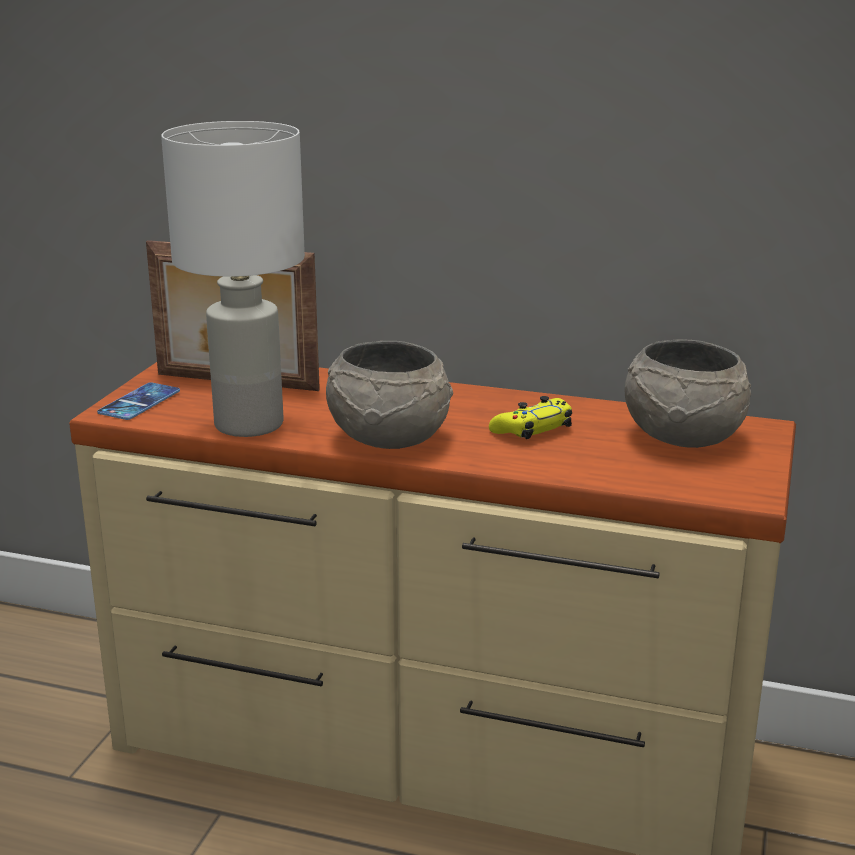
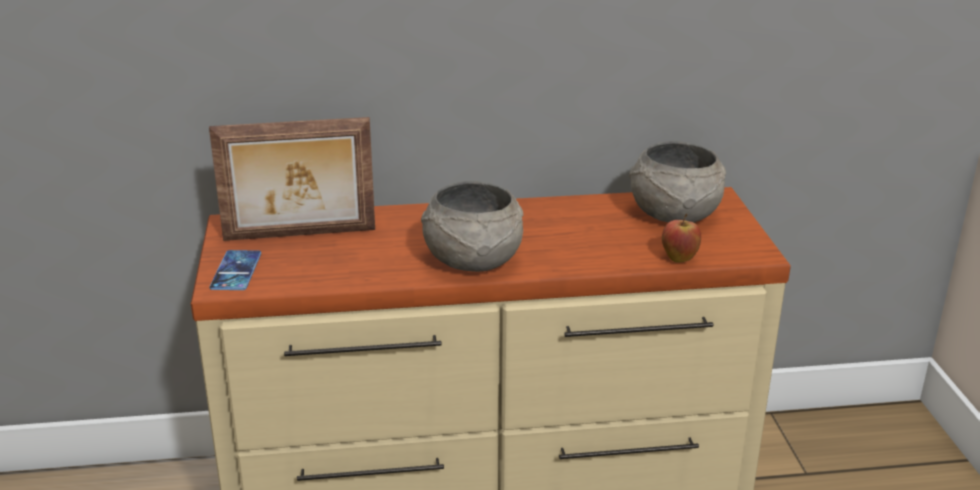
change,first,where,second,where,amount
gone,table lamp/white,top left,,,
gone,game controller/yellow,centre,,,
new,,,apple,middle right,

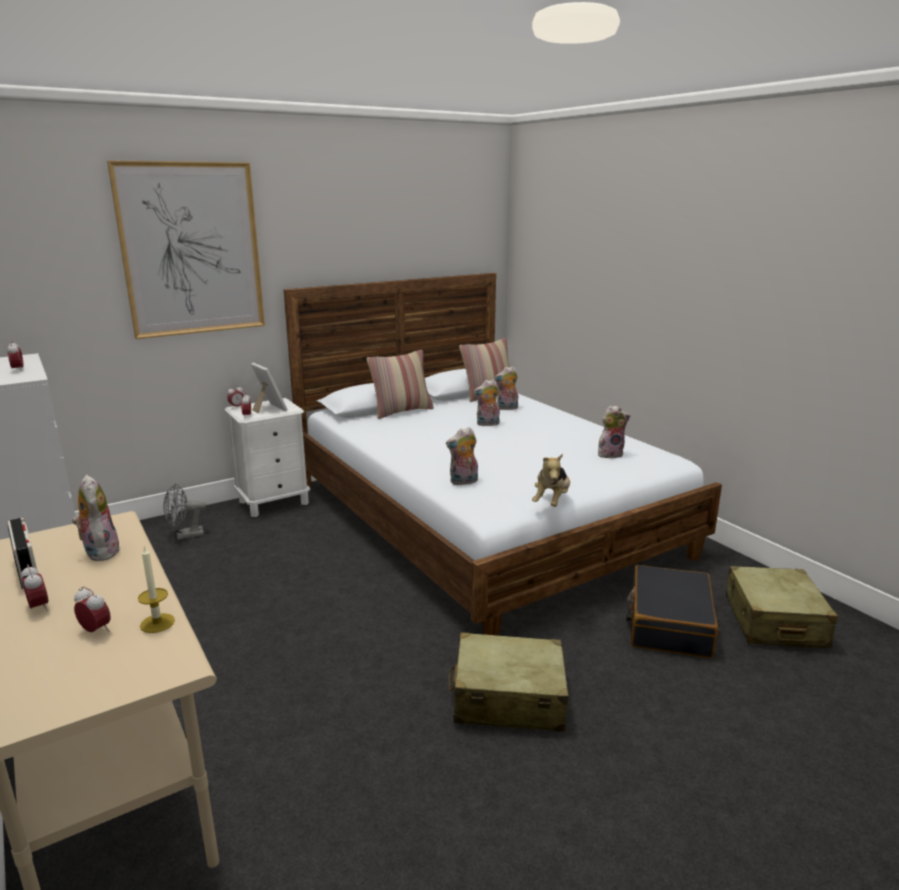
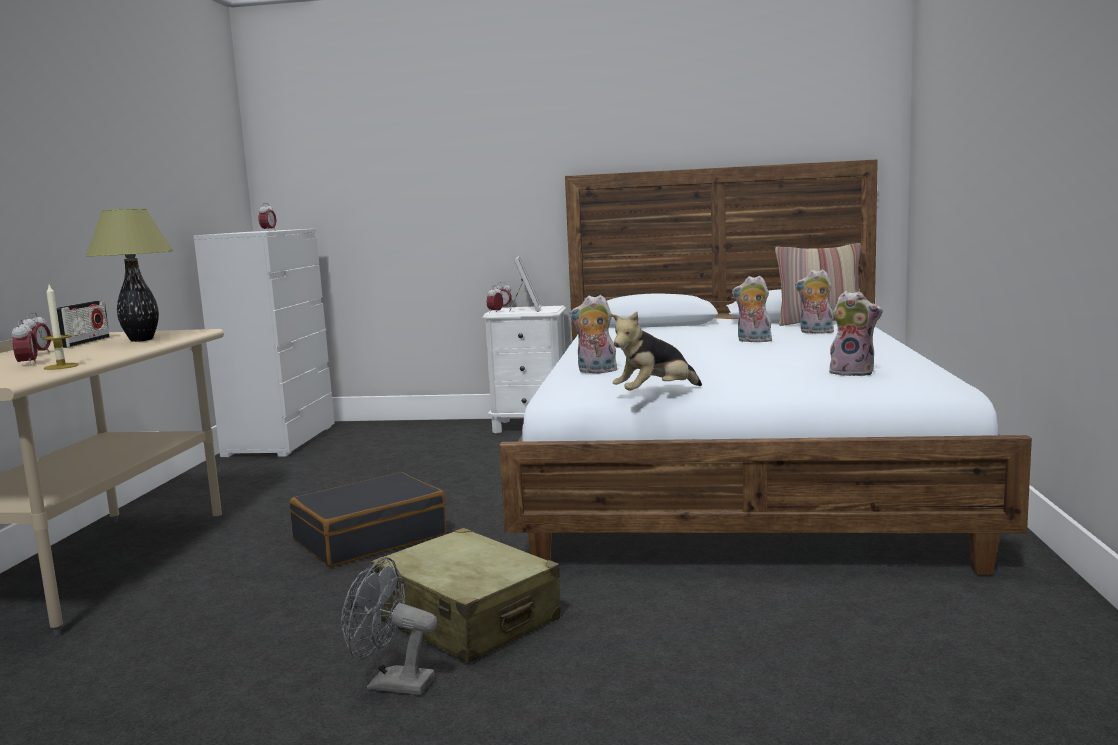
change,first,where,second,where,amount
gone,picture,top left,,,
gone,pillow (no. 1 from left),centre,,,
swapped,plush toy (no. 1 from left),middle left,table lamp,middle left,
shifted,fan/grey,middle left,,bottom centre,
shifted,suitcase/black,bottom right,,bottom left,
gone,suitcase/beige (no. 2 from left),bottom right,,,

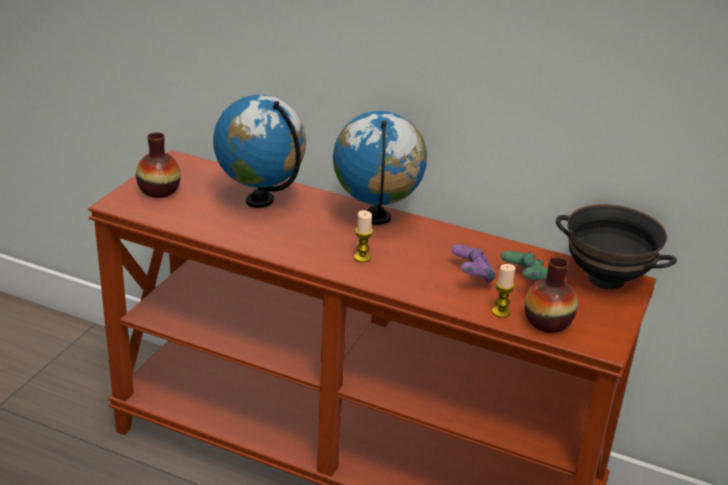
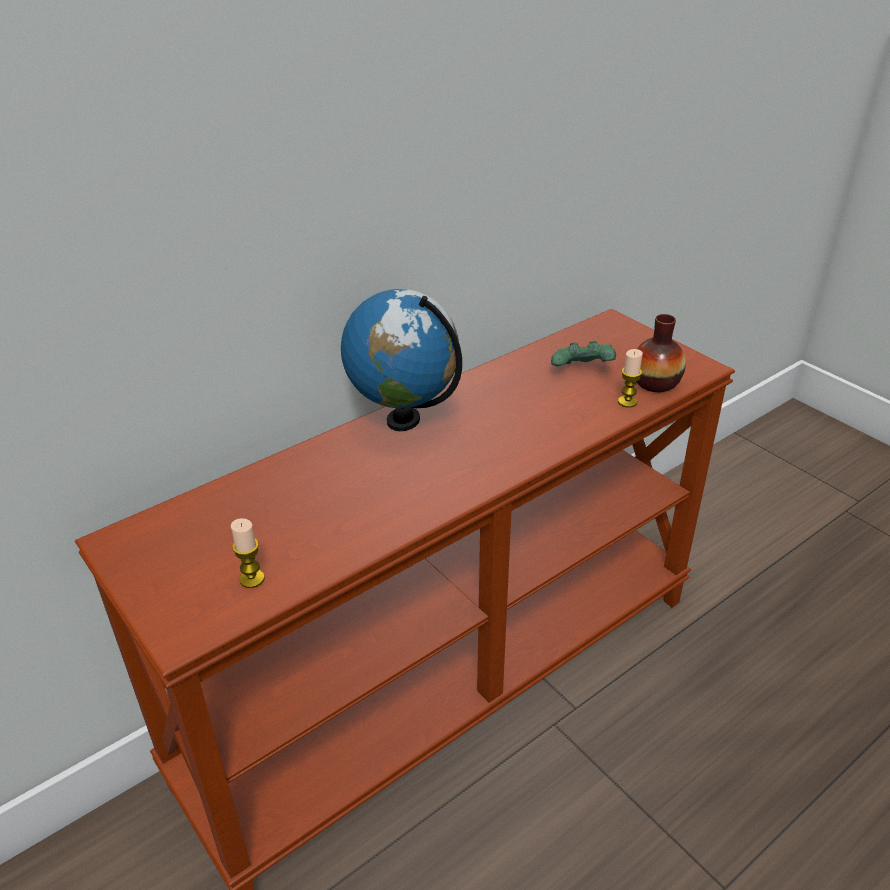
change,first,where,second,where,amount
gone,globe (no. 1 from left),top centre,,,
gone,vase (no. 1 from left),middle left,,,
gone,bowl/black,middle right,,,
shifted,candle (no. 1 from left),centre,,middle left,
gone,game controller/purple,centre,,,

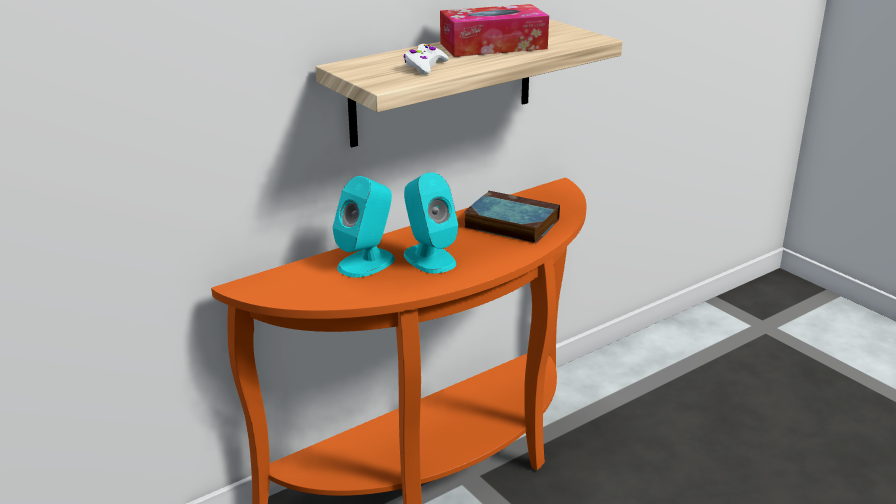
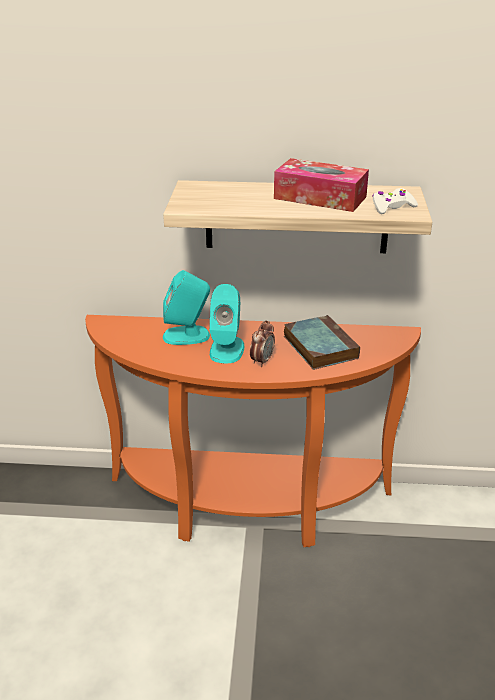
change,first,where,second,where,amount
shifted,game controller/white,top centre,,top right,
new,,,alarm clock,centre,

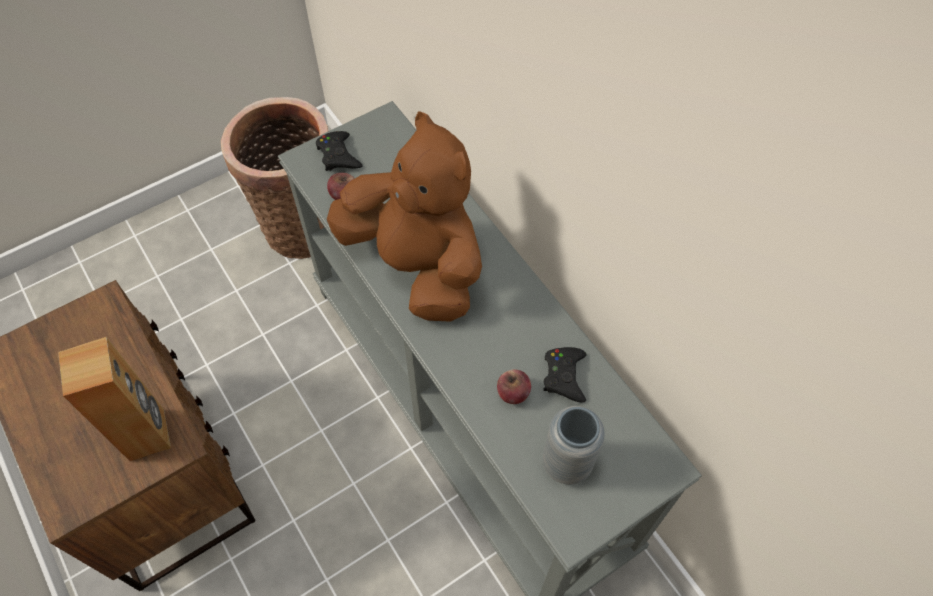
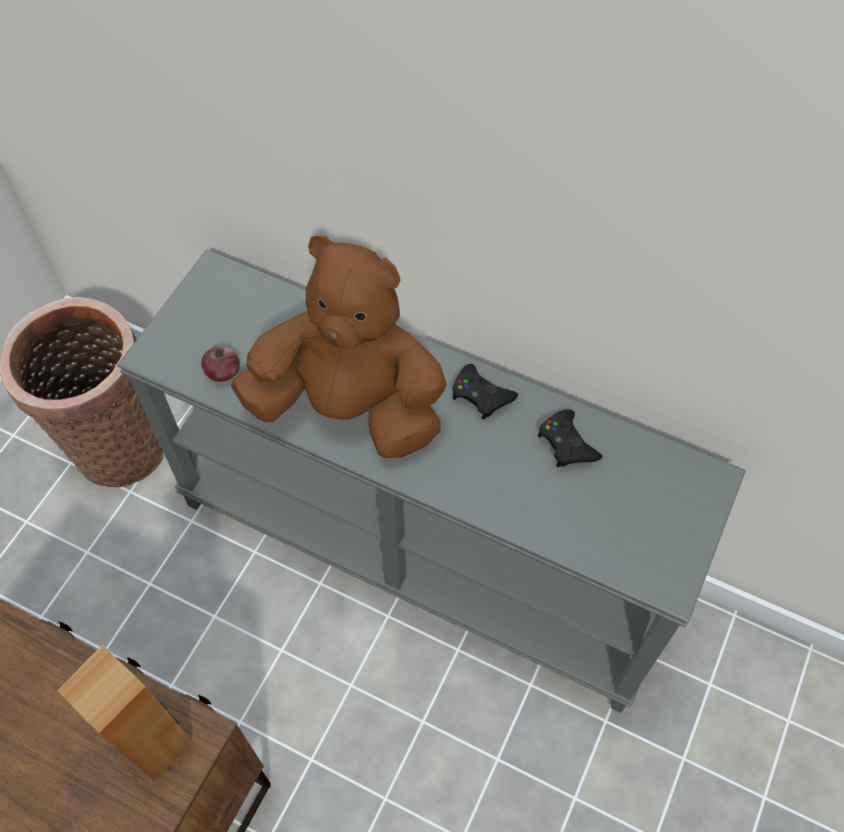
change,first,where,second,where,amount
shifted,game controller/black (no. 1 from left),top centre,,centre,
gone,apple (no. 2 from left),centre,,,
gone,vase/grey,bottom centre,,,

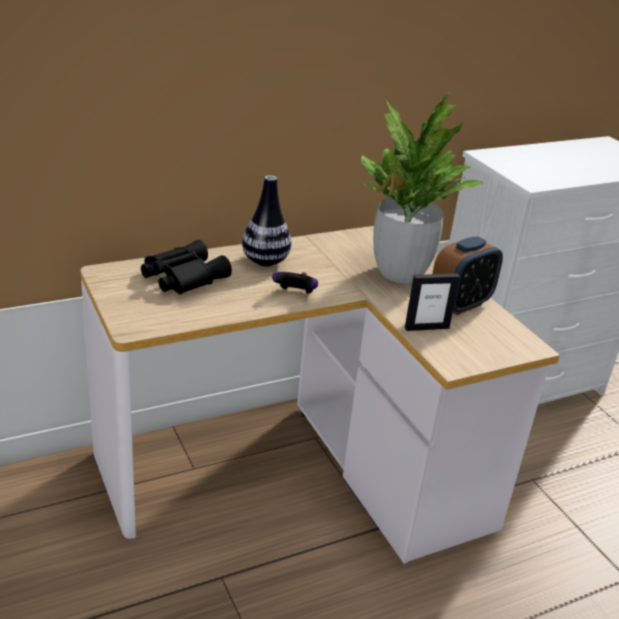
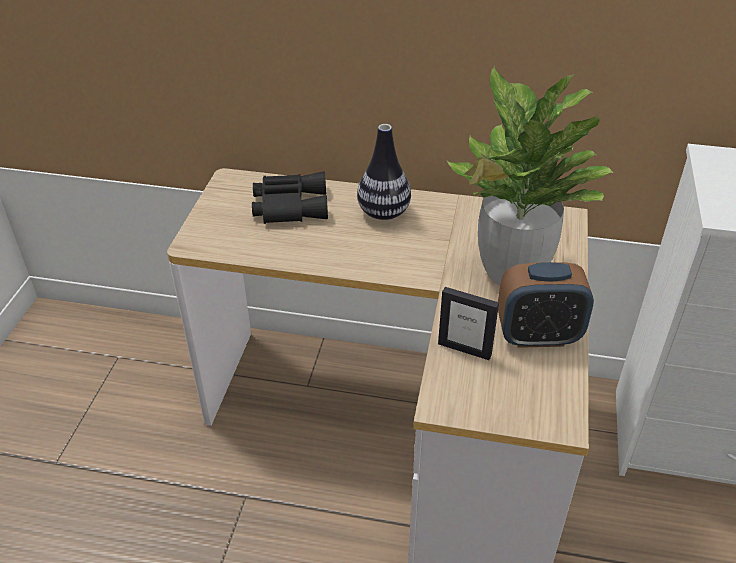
change,first,where,second,where,amount
gone,game controller,centre,,,

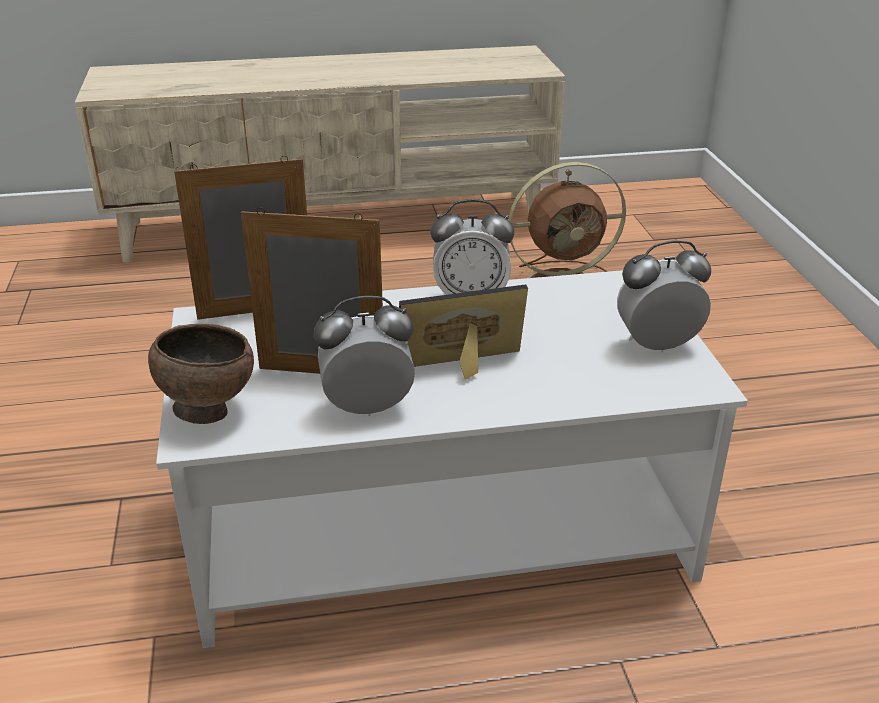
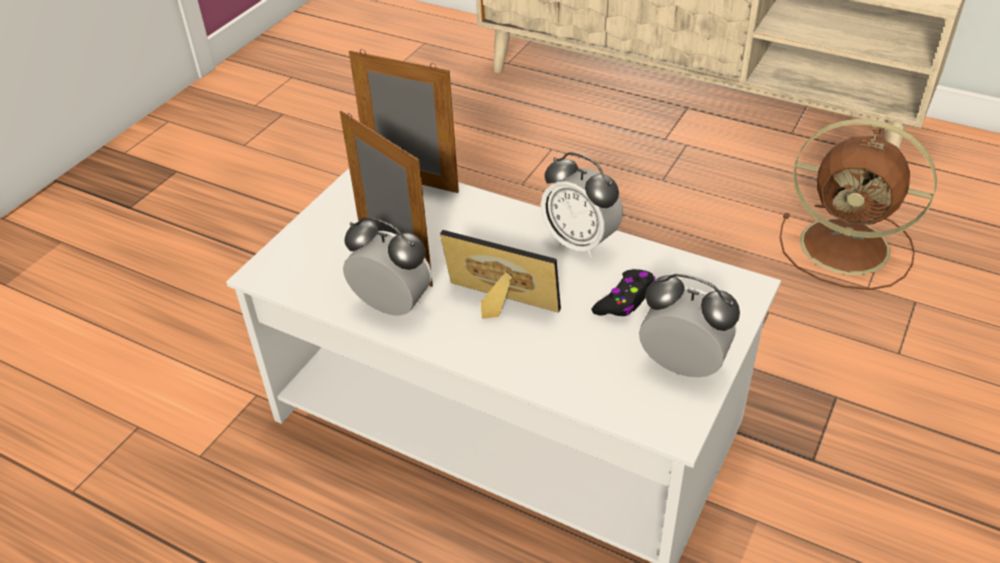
change,first,where,second,where,amount
gone,bowl/brown,middle left,,,
new,,,game controller/black,centre,

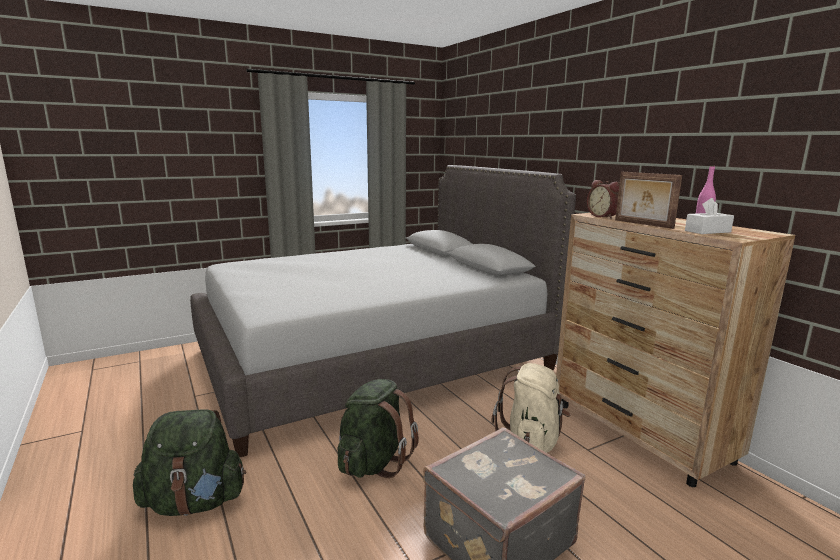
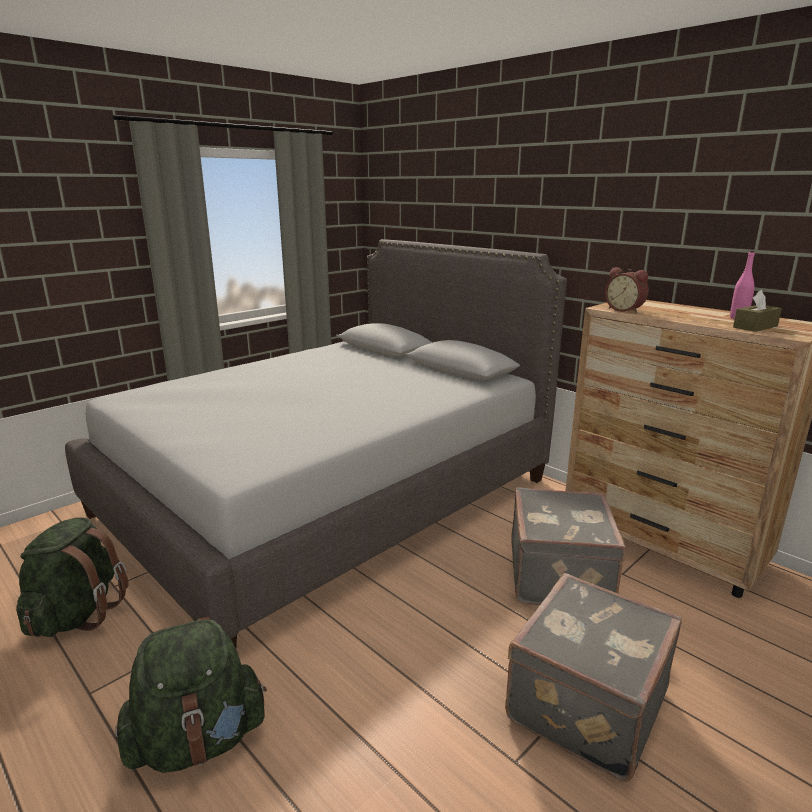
change,first,where,second,where,amount
gone,picture frame,middle right,,,
repainted,tissue box/white,middle right,tissue box/brown,middle right,
swapped,backpack/beige,bottom centre,suitcase/grey (no. 1 from left),bottom right,
shifted,backpack/green (no. 2 from left in the first image),bottom centre,backpack/green (no. 1 from left),bottom left,

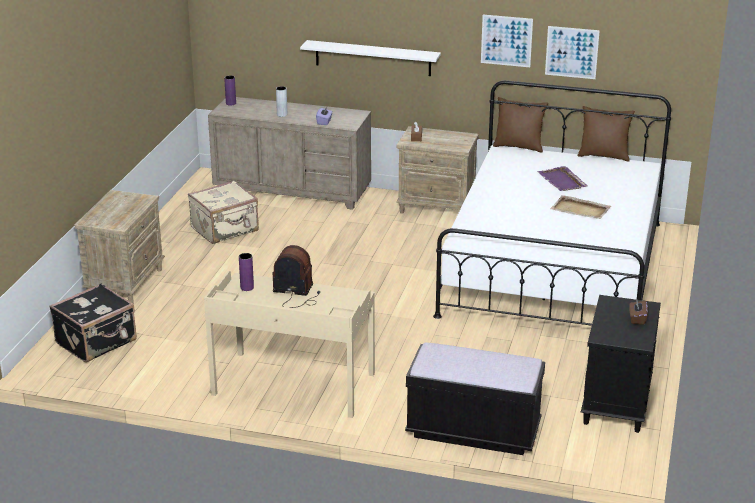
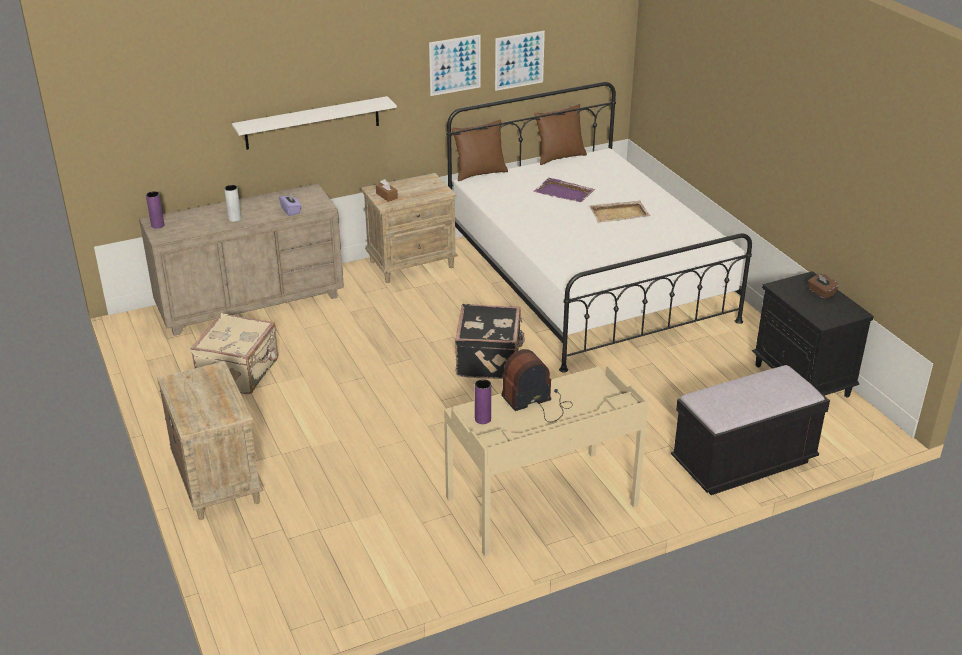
change,first,where,second,where,amount
shifted,suitcase/black,middle left,,centre,

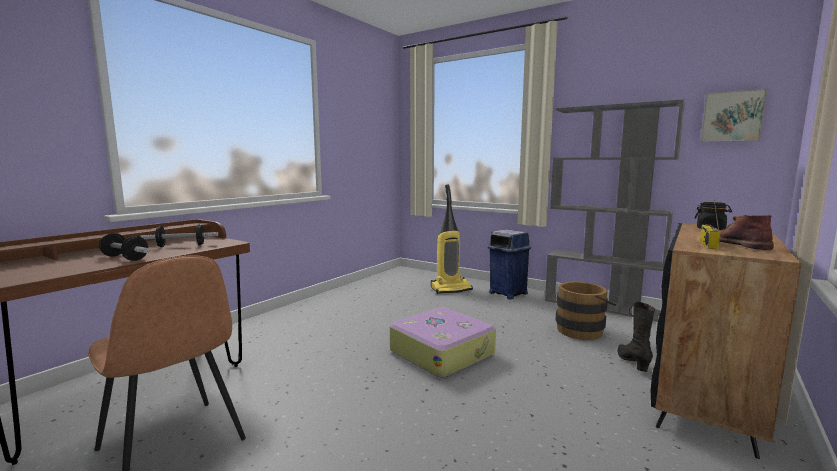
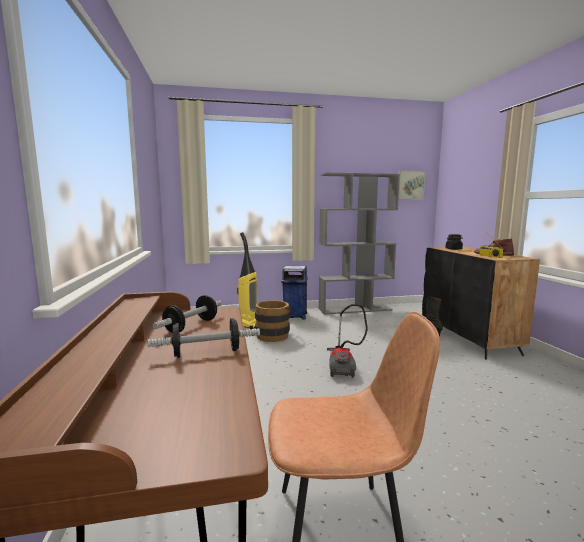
change,first,where,second,where,amount
shifted,bucket/brown,middle right,,centre,
swapped,suitcase,bottom centre,vacuum cleaner (no. 2 from left),centre,

